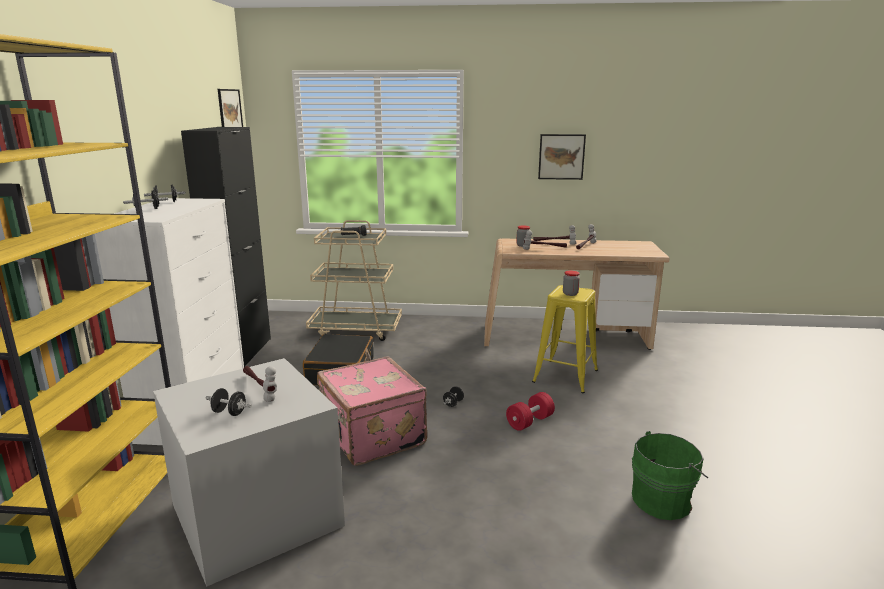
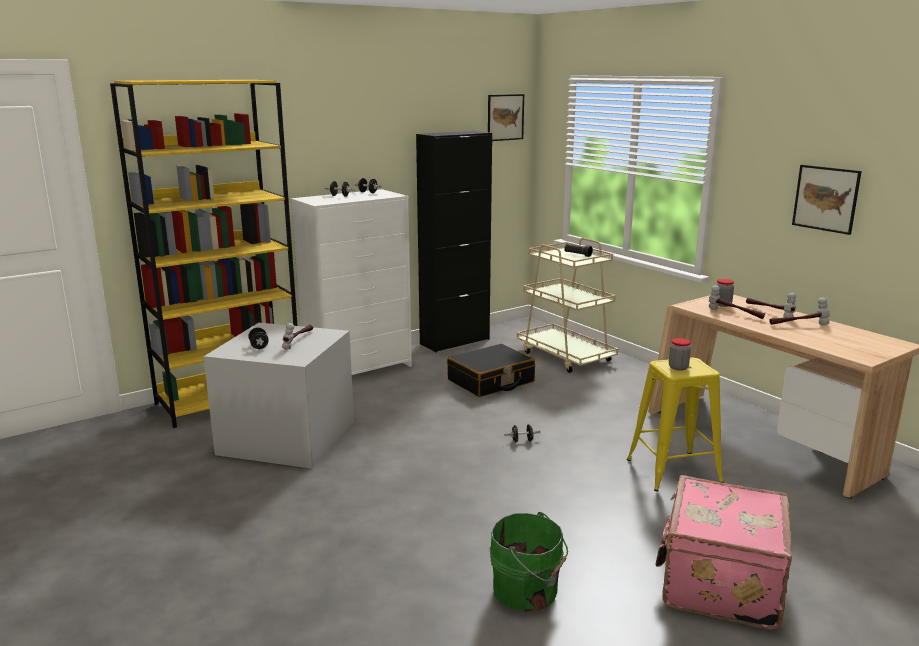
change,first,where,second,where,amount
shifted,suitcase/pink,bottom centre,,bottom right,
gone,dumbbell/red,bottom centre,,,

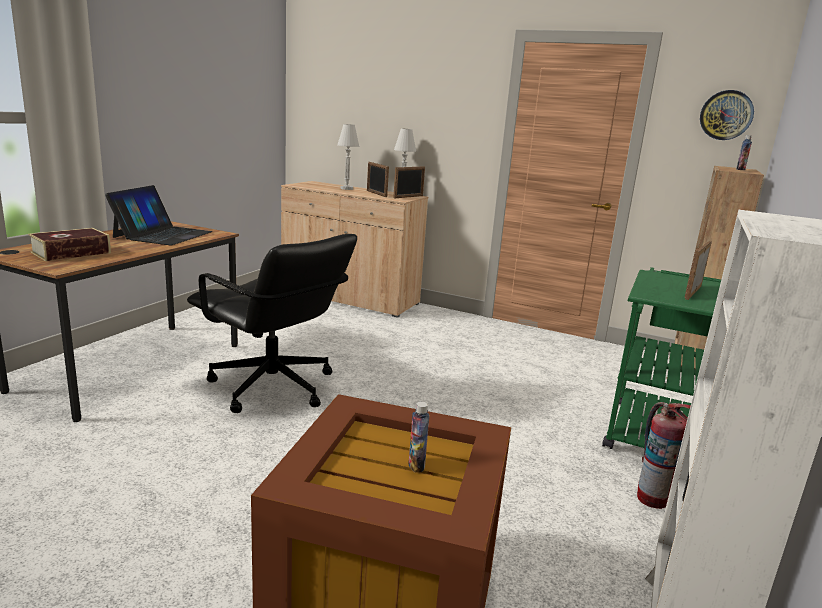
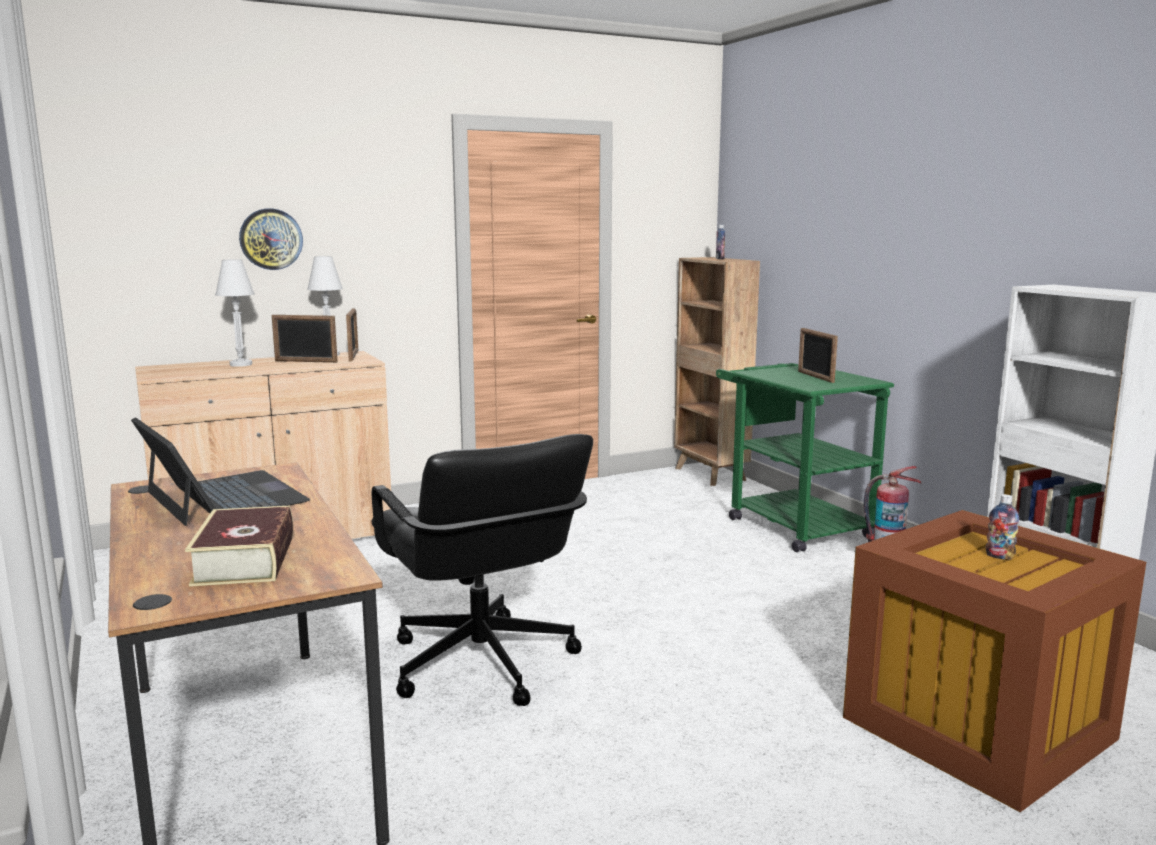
change,first,where,second,where,amount
shifted,wall clock,top right,,top left,
rotated,office chair/black,middle left,,bottom centre,75 degrees clockwise

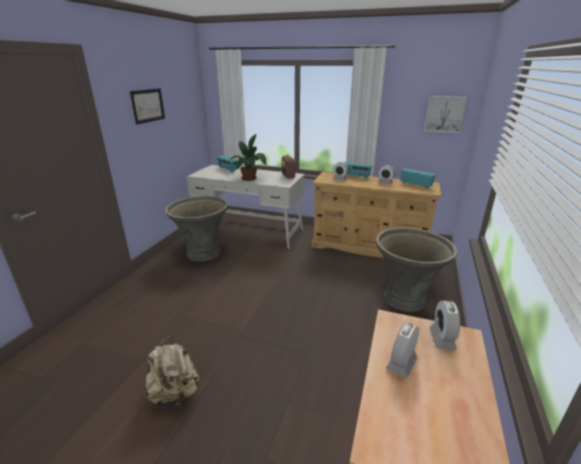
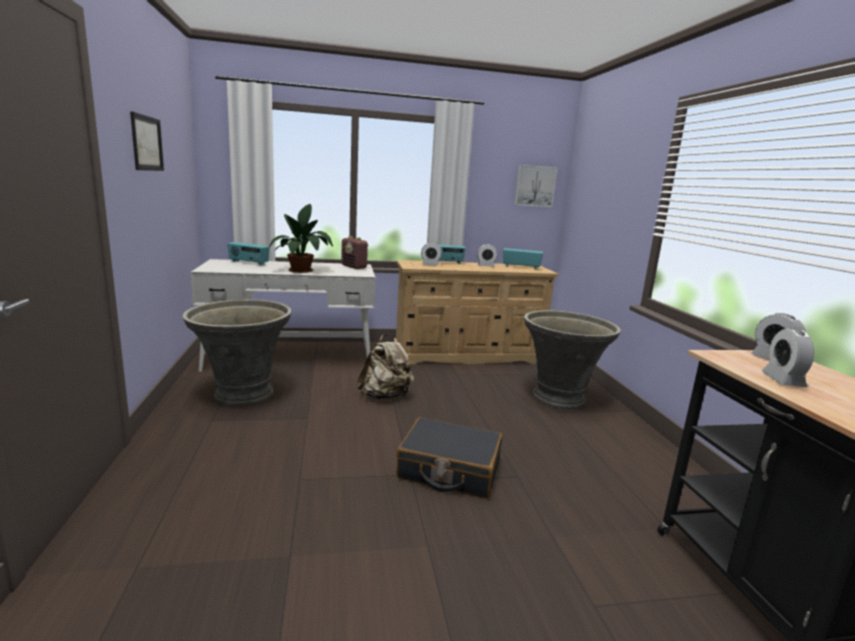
change,first,where,second,where,amount
shifted,backpack/beige,bottom left,,centre,
new,,,suitcase/black,bottom centre,

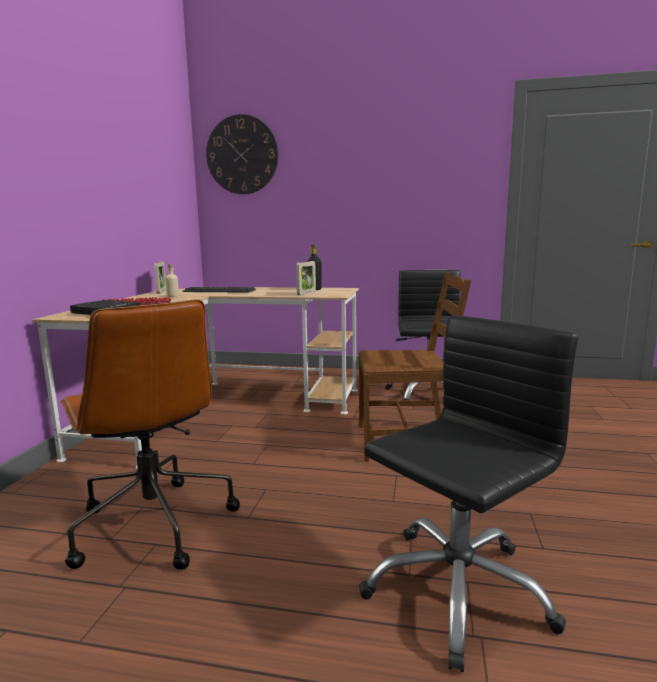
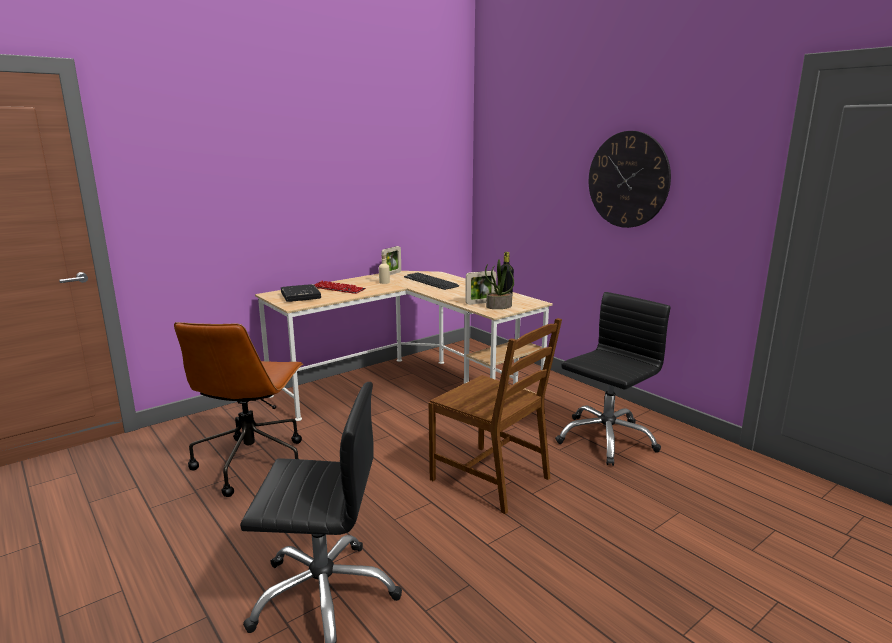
change,first,where,second,where,amount
shifted,wall clock,top centre,,top right,
new,,,potted plant,centre,

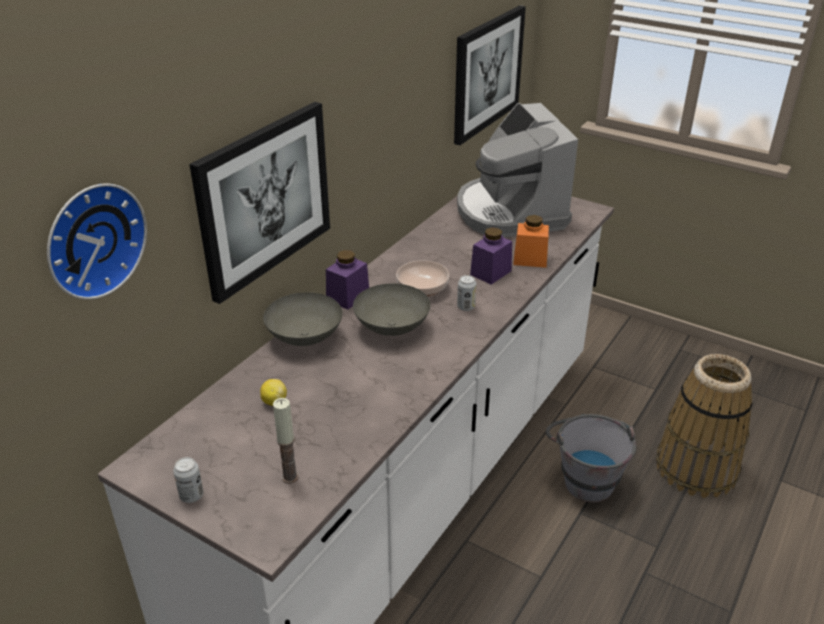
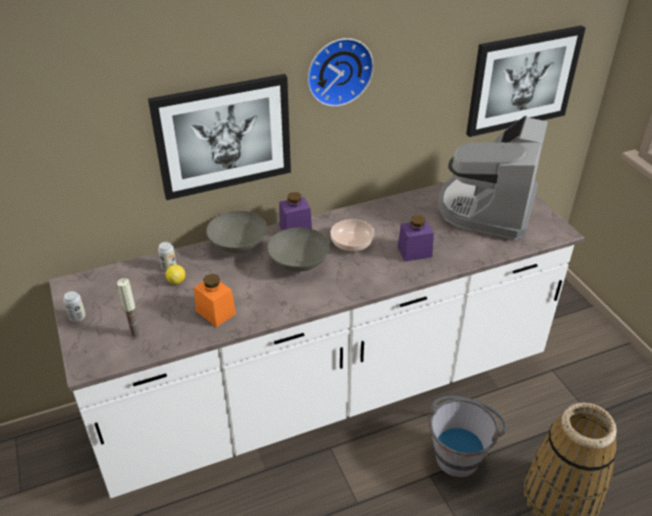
change,first,where,second,where,amount
shifted,wall clock,middle left,,top centre,
shifted,jar/orange,centre,,middle left,
shifted,can (no. 2 from left),centre,,middle left,

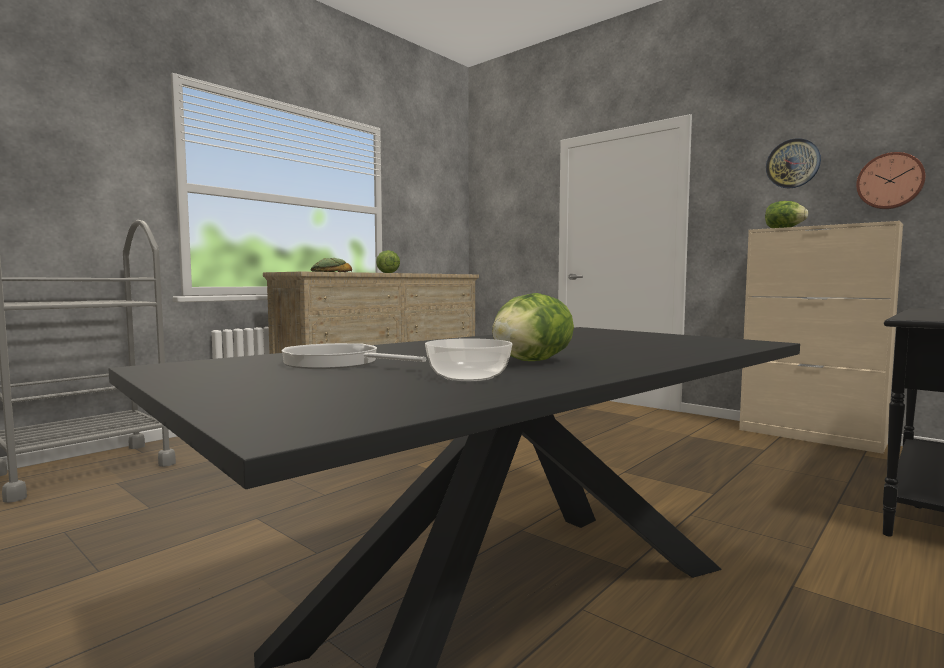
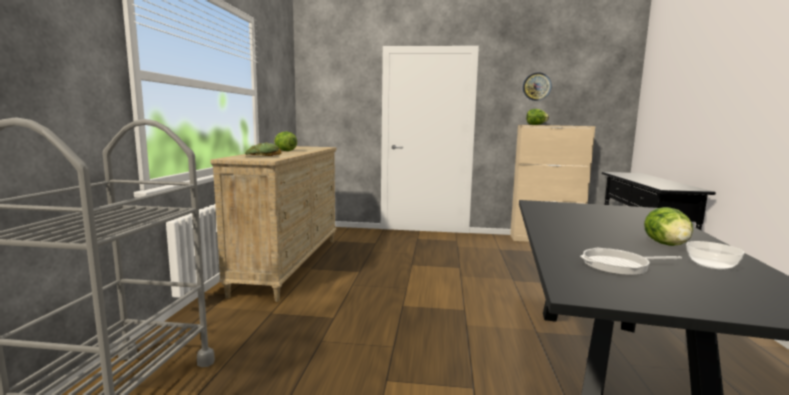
change,first,where,second,where,amount
gone,wall clock (no. 2 from left),top right,,,

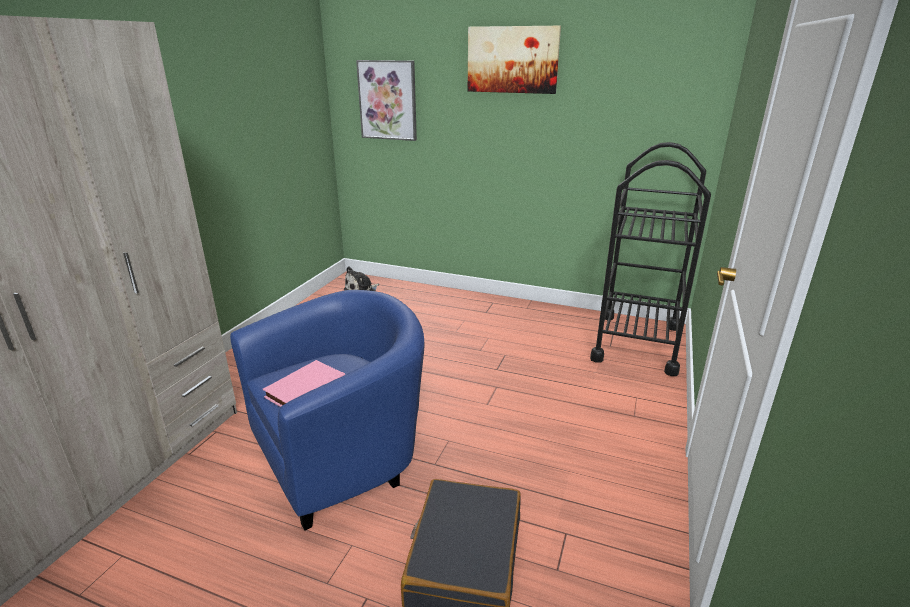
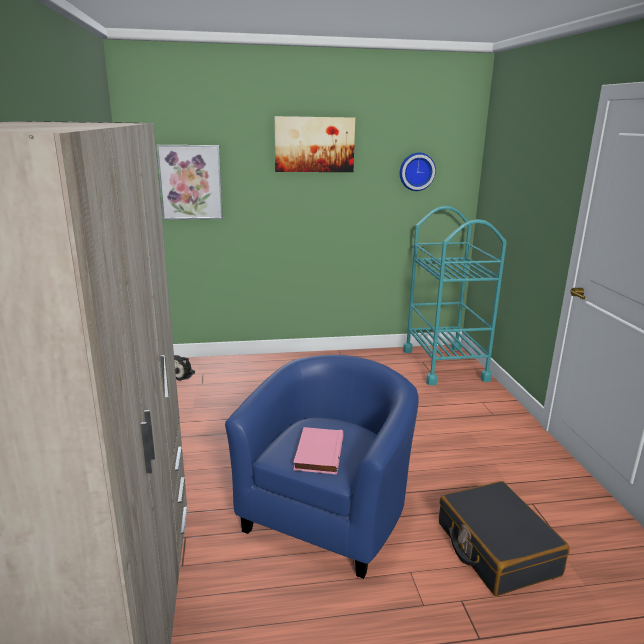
change,first,where,second,where,amount
repainted,cart/black,middle right,cart/turquoise,middle right,
new,,,wall clock,top centre,

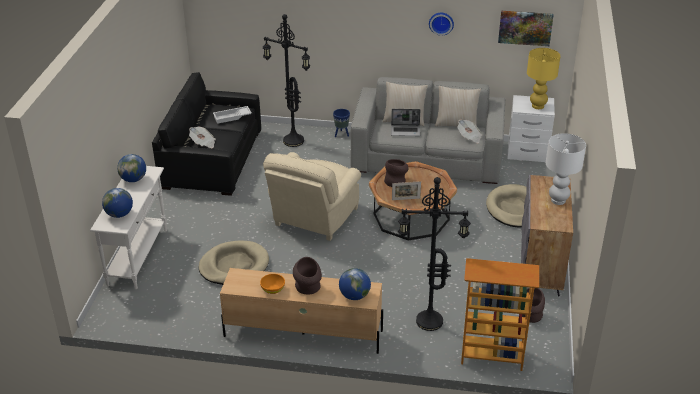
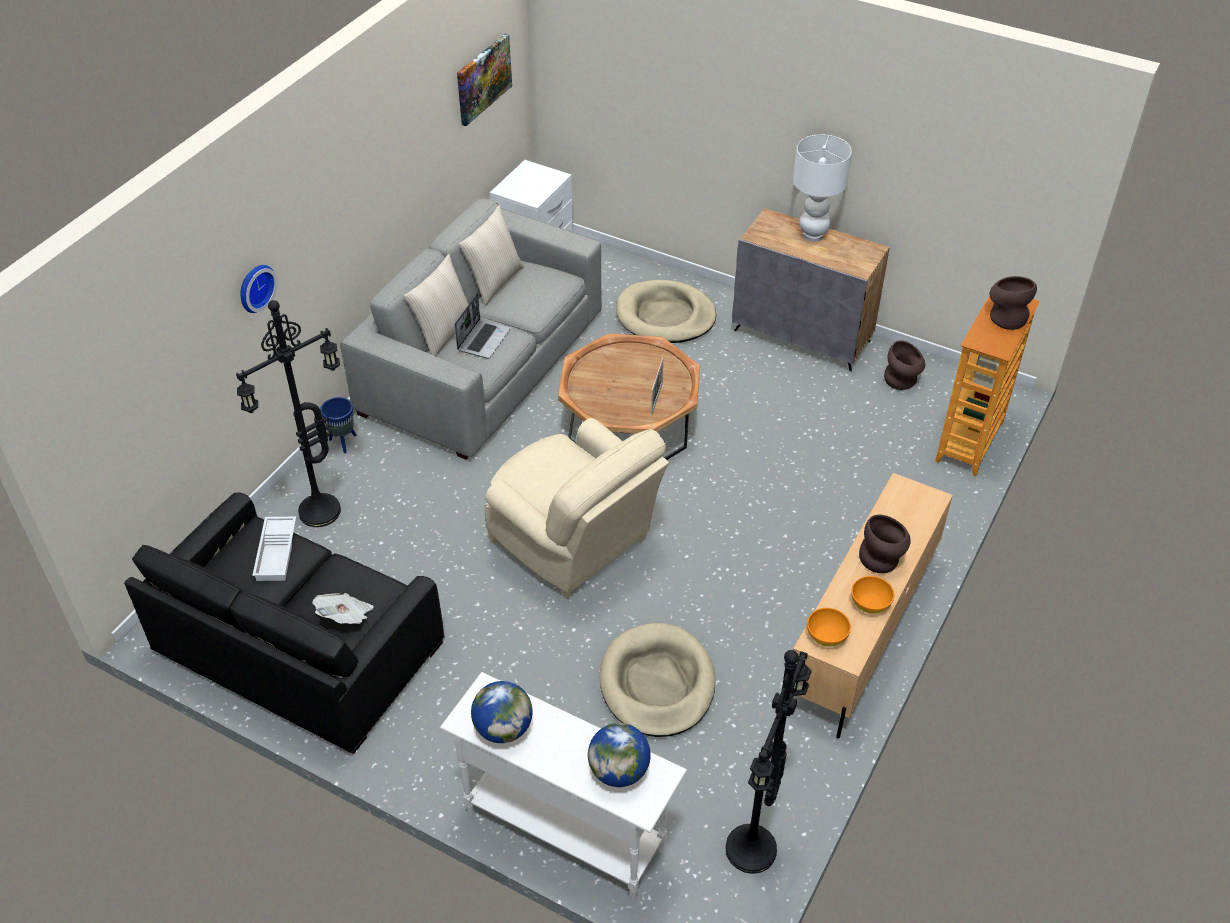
change,first,where,second,where,amount
shifted,wall clock,top centre,,top left,
gone,table lamp/yellow,top right,,,
gone,newspaper (no. 2 from left),top right,,,
shifted,vase/brown (no. 2 from left in the first image),centre,vase/brown (no. 3 from left),top right,
shifted,floor lamp/black (no. 2 from left),centre,,bottom centre,
gone,globe (no. 3 from left),bottom centre,,,
new,,,bowl/orange (no. 1 from left),bottom right,

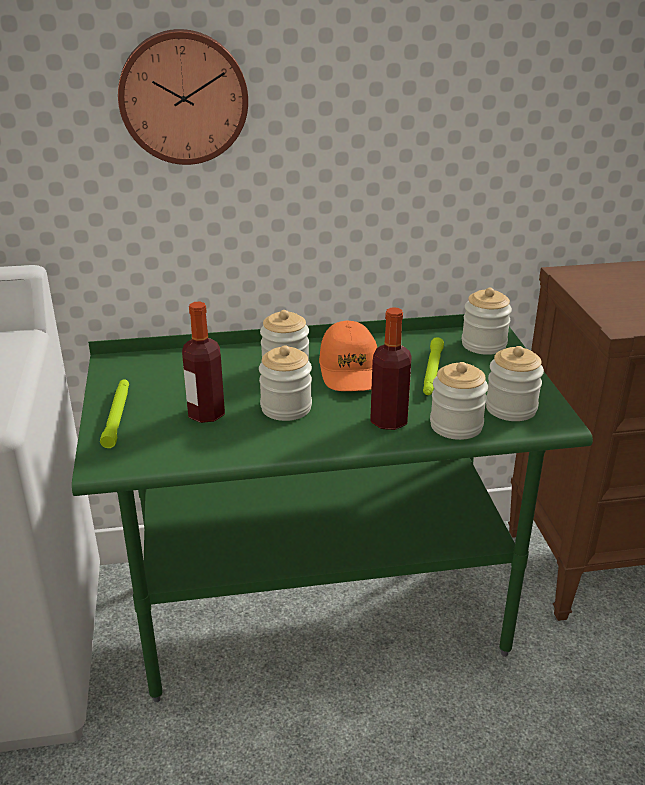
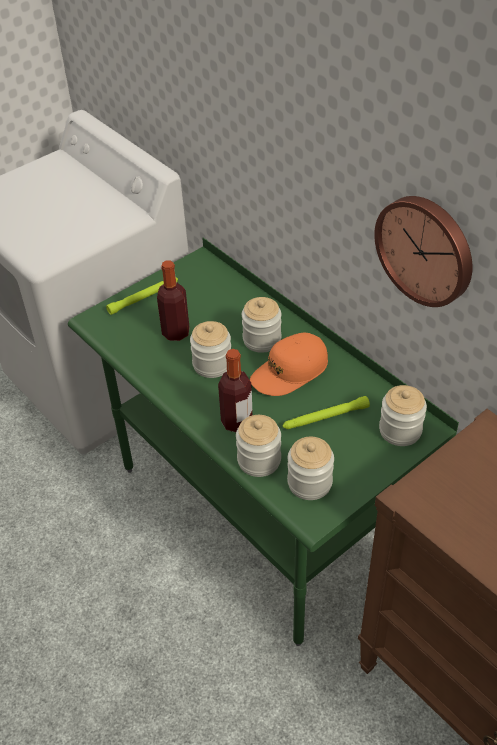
change,first,where,second,where,amount
shifted,wall clock,top left,,middle right,

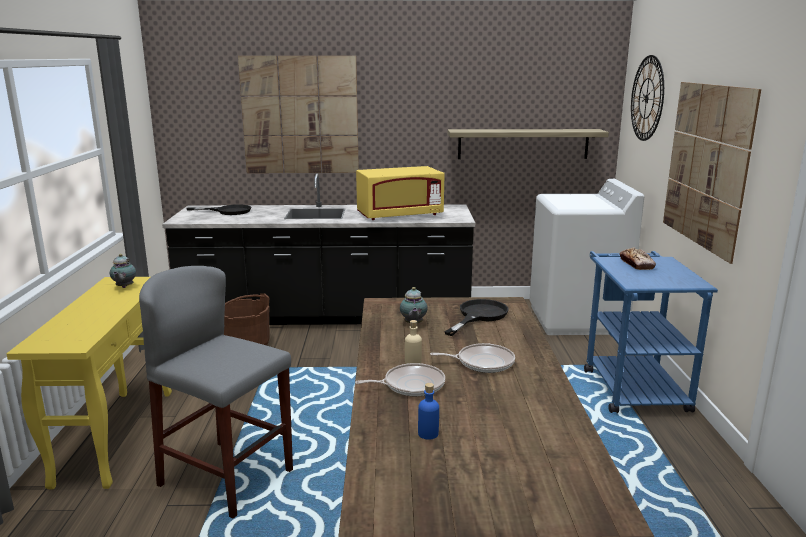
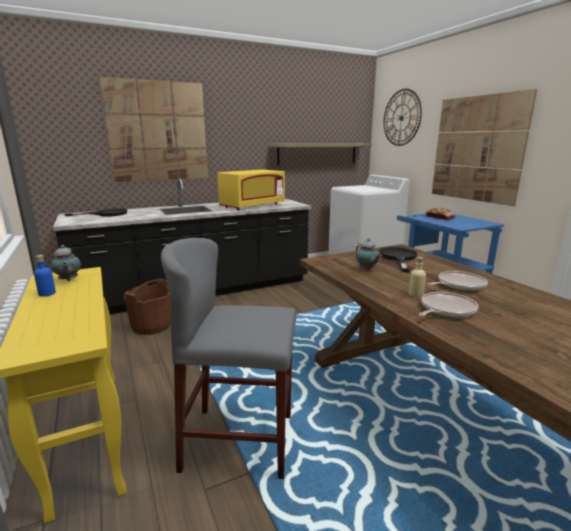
change,first,where,second,where,amount
shifted,bottle/blue,bottom centre,,middle left,

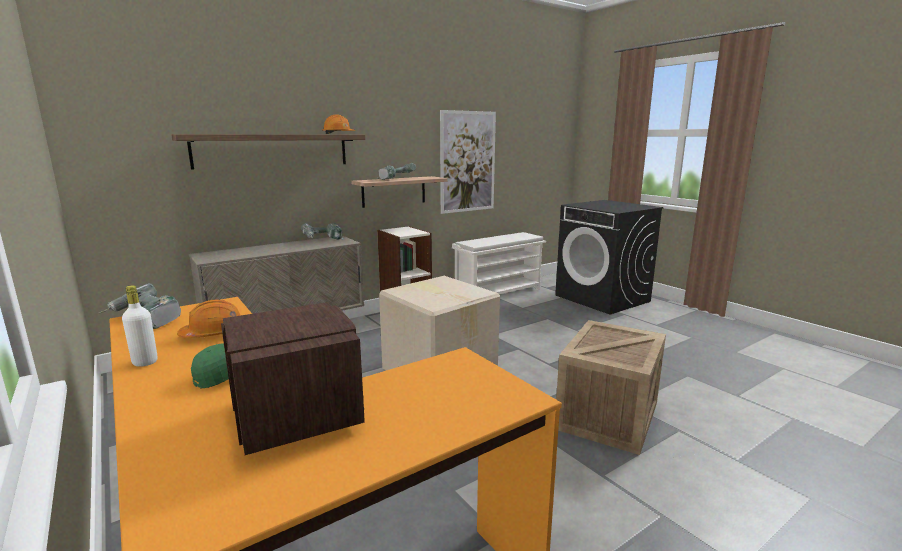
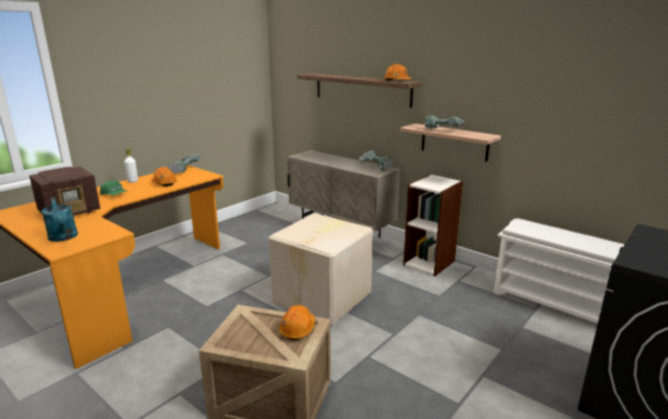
change,first,where,second,where,amount
gone,picture,top centre,,,
new,,,watering can/turquoise,middle left,
new,,,hard hat/orange (no. 2 from left),bottom centre,

